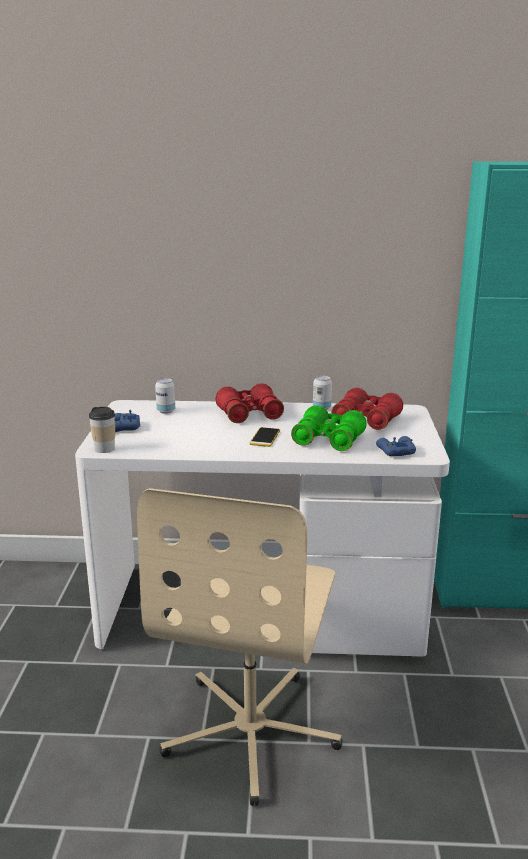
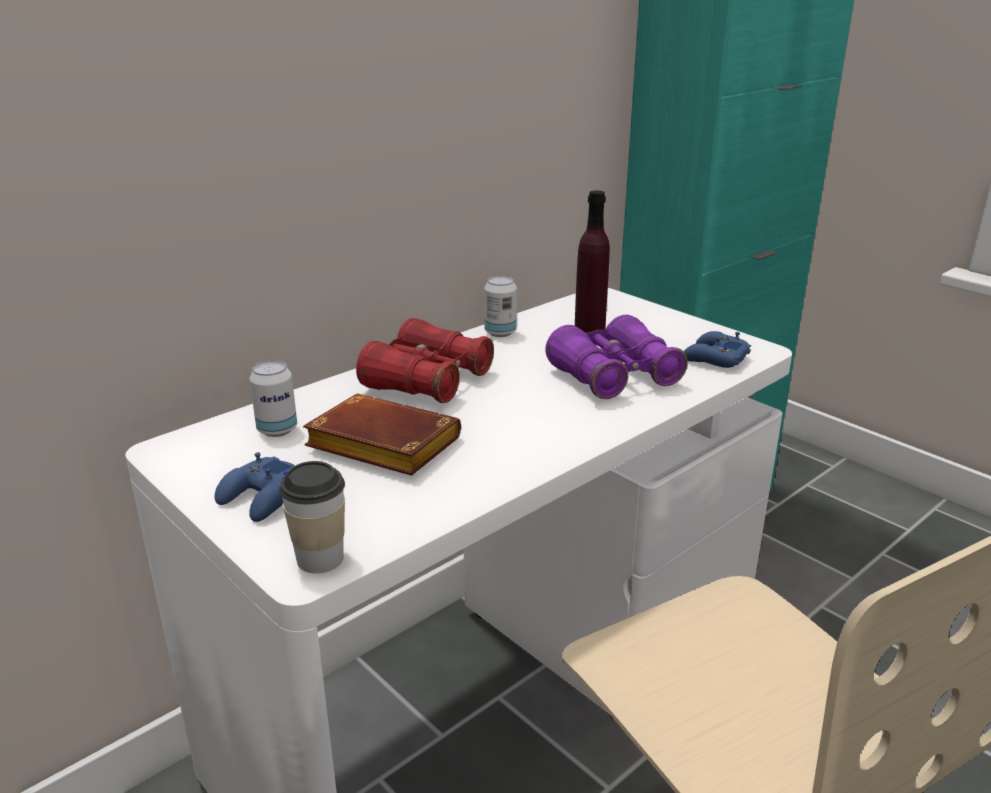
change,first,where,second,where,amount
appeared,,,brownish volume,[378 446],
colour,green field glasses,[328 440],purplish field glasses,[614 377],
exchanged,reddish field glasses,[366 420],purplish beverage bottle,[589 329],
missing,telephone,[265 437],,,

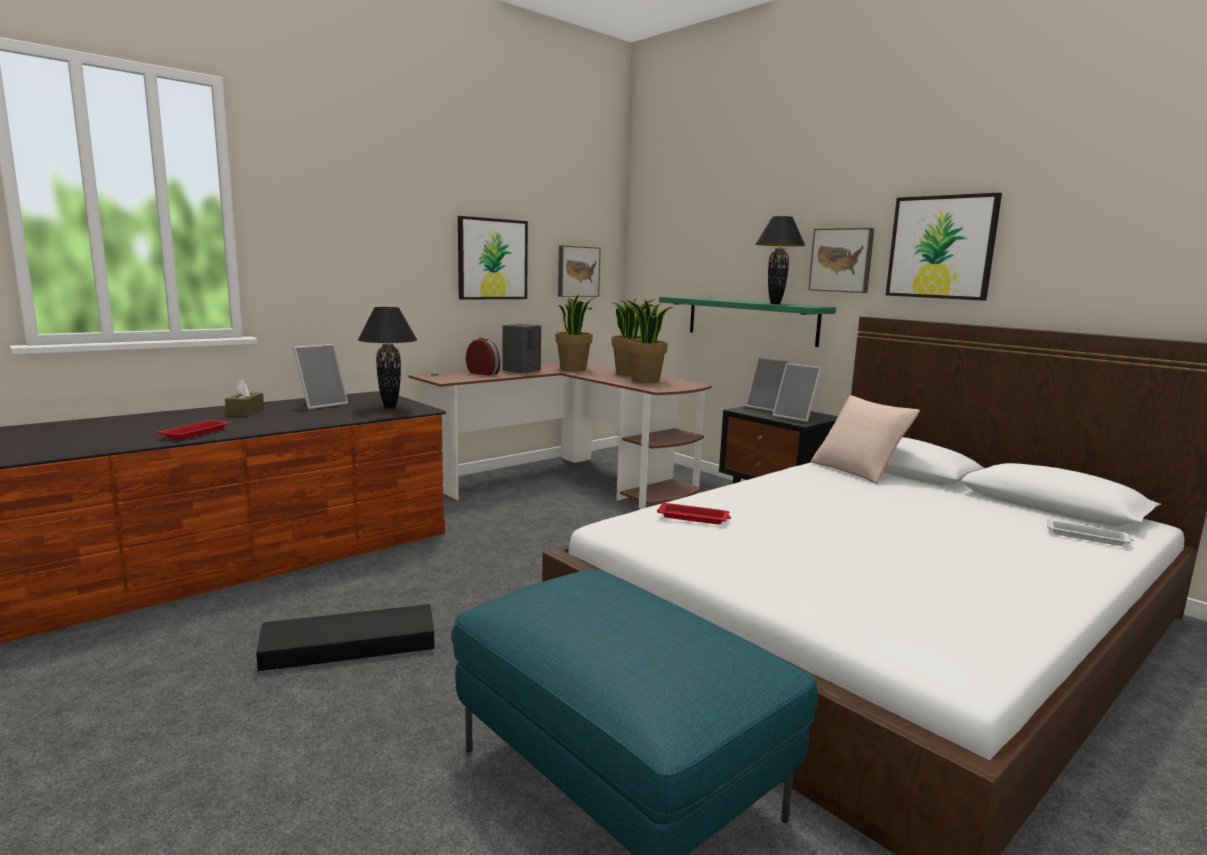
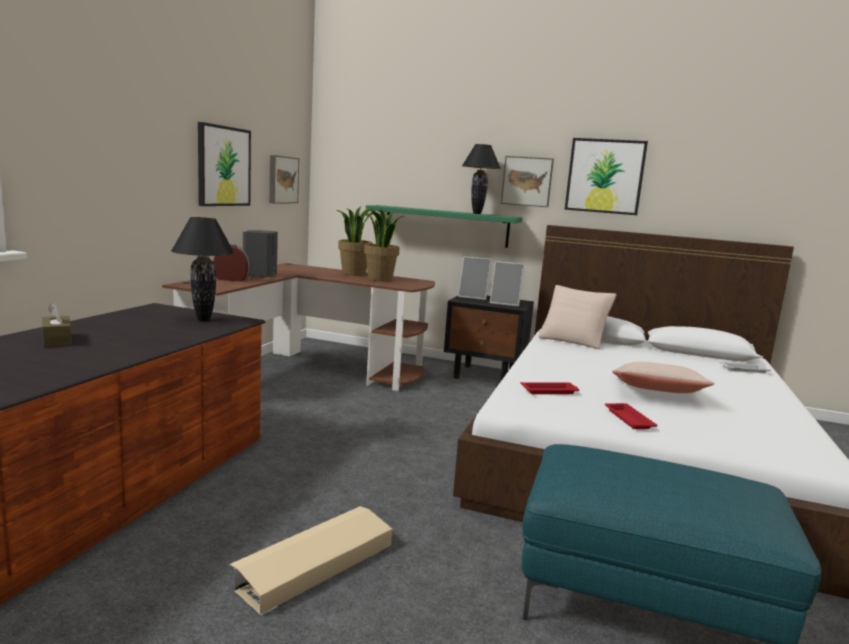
change,first,where,second,where,amount
colour,black-coloured storage container,[349 647],sand-coloured storage container,[314 565],
relocated,reddish tray,[196 433],,[628 419],
appeared,,,sand-coloured pillow,[656 393],
missing,picture frame,[321 404],,,
missing,plant in a pot,[573 369],,,

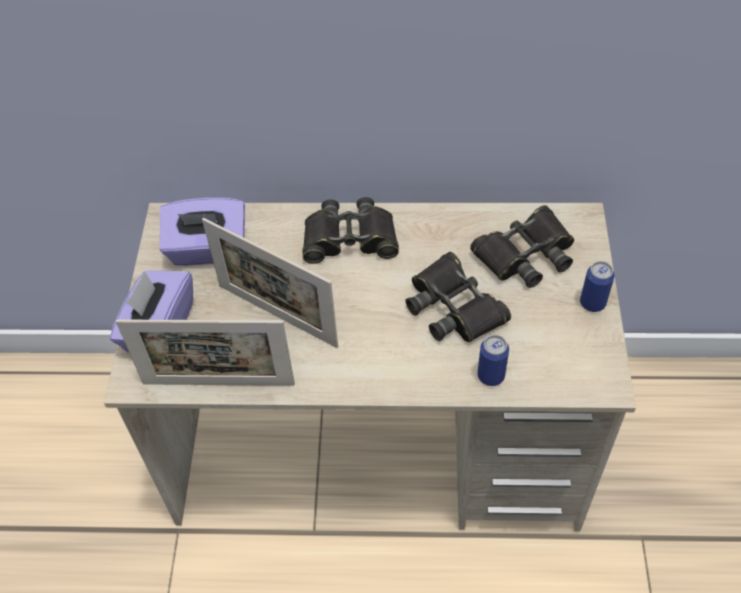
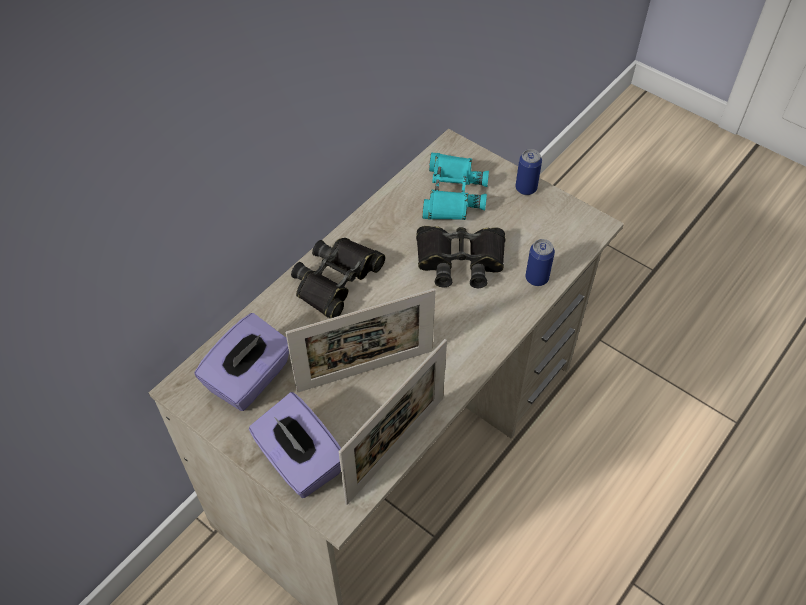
change,first,where,second,where,amount
colour,black-coloured field glasses,[525 254],blue-green field glasses,[452 194],

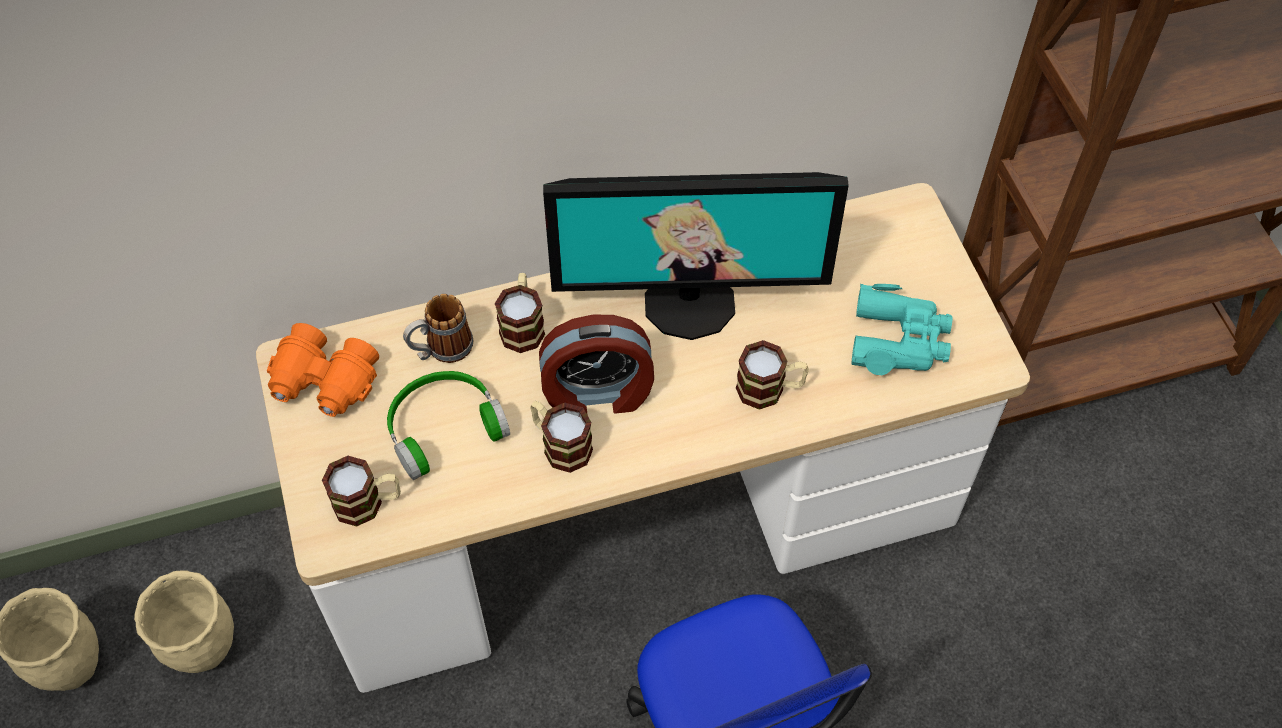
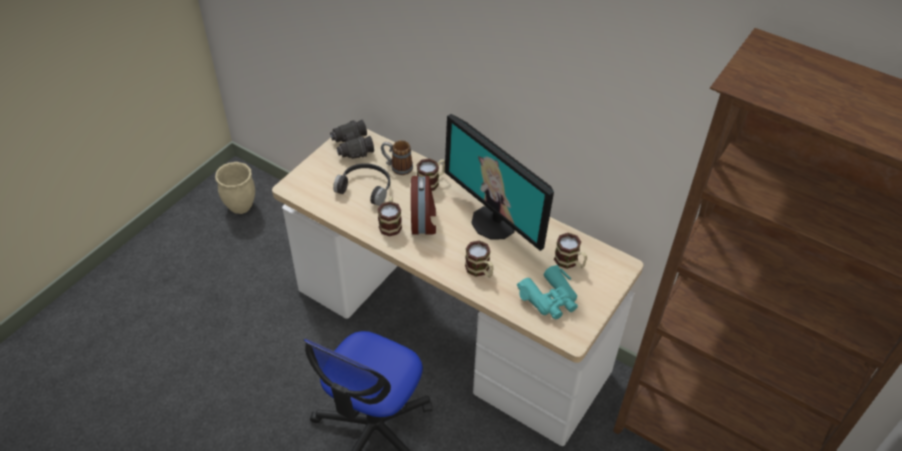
change,first,where,second,where,amount
colour,orange field glasses,[324 383],black-coloured field glasses,[352 147],
colour,green pair of headphones,[443 426],black-coloured pair of headphones,[366 187],
spun,table clock,[598 393],,[423 220],135 degrees counterclockwise
relocated,tea mug,[368 502],,[570 262],
missing,sand-coloured plant pot,[203 649],,,

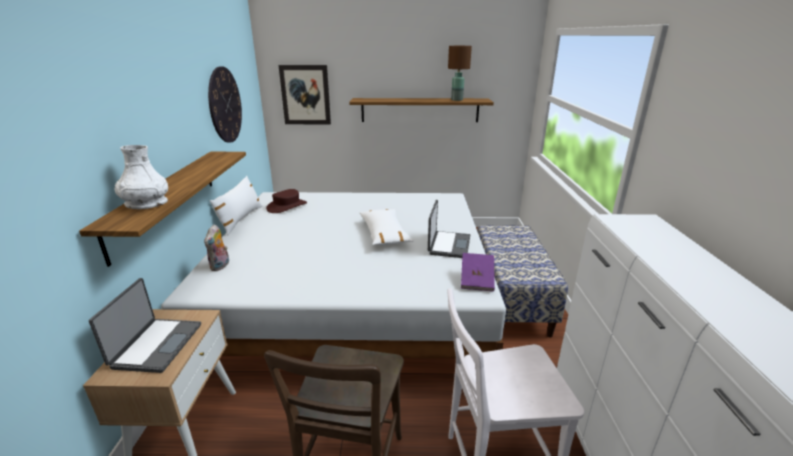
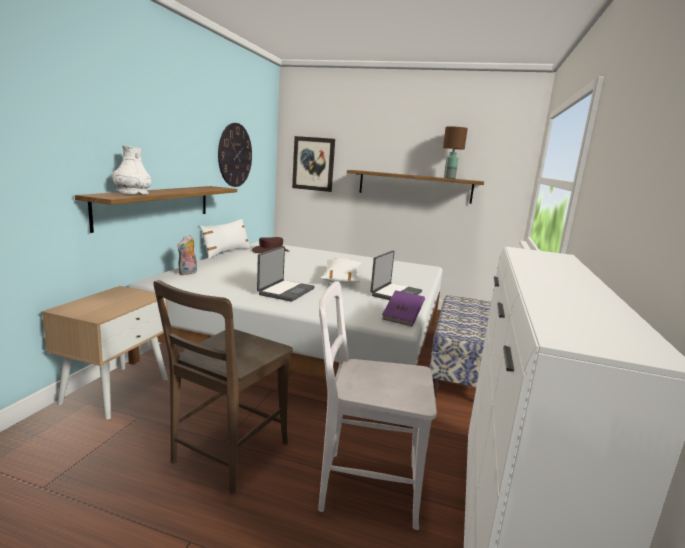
change,first,where,second,where,amount
relocated,notebook computer,[156 345],,[285 291],

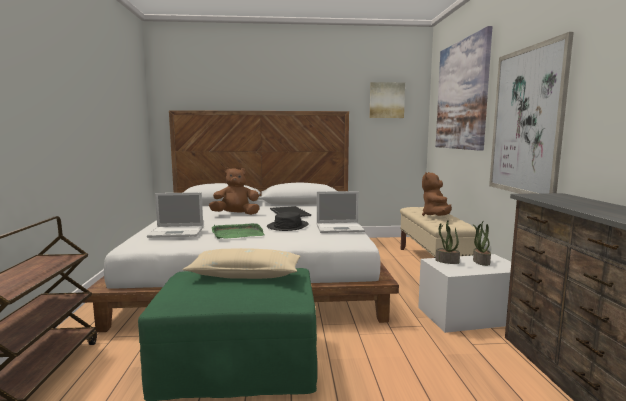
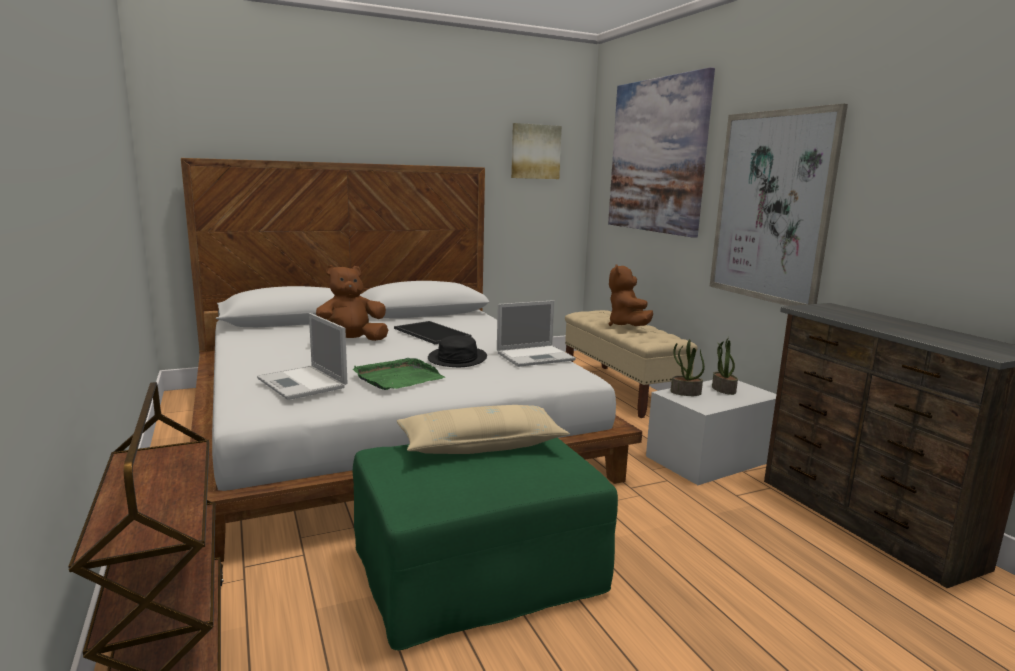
change,first,where,second,where,amount
spun,notebook computer,[177 232],,[303 383],75 degrees clockwise

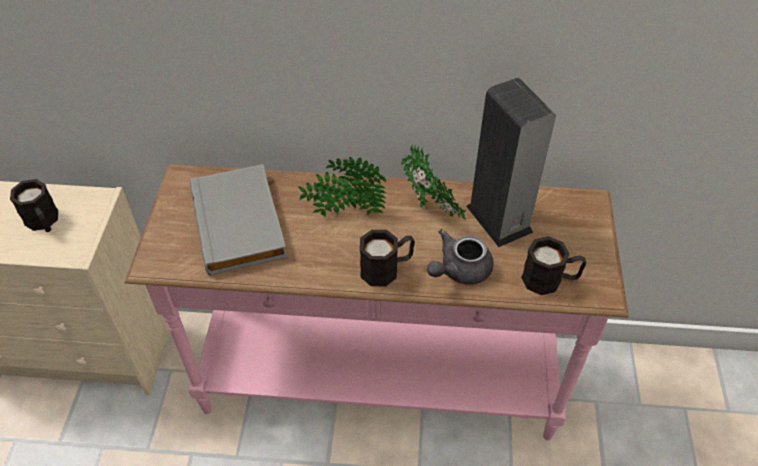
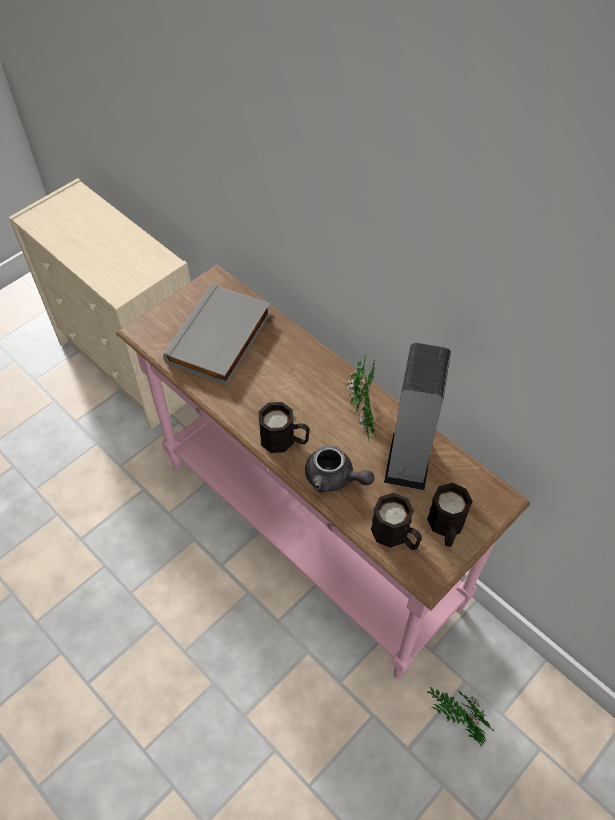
change,first,where,second,where,amount
spun,gray tea pot,[459 270],,[334 478],150 degrees counterclockwise
relocated,black-coloured tea mug,[44 222],,[446 527],
relocated,plant in a pot,[345 212],,[456 719],

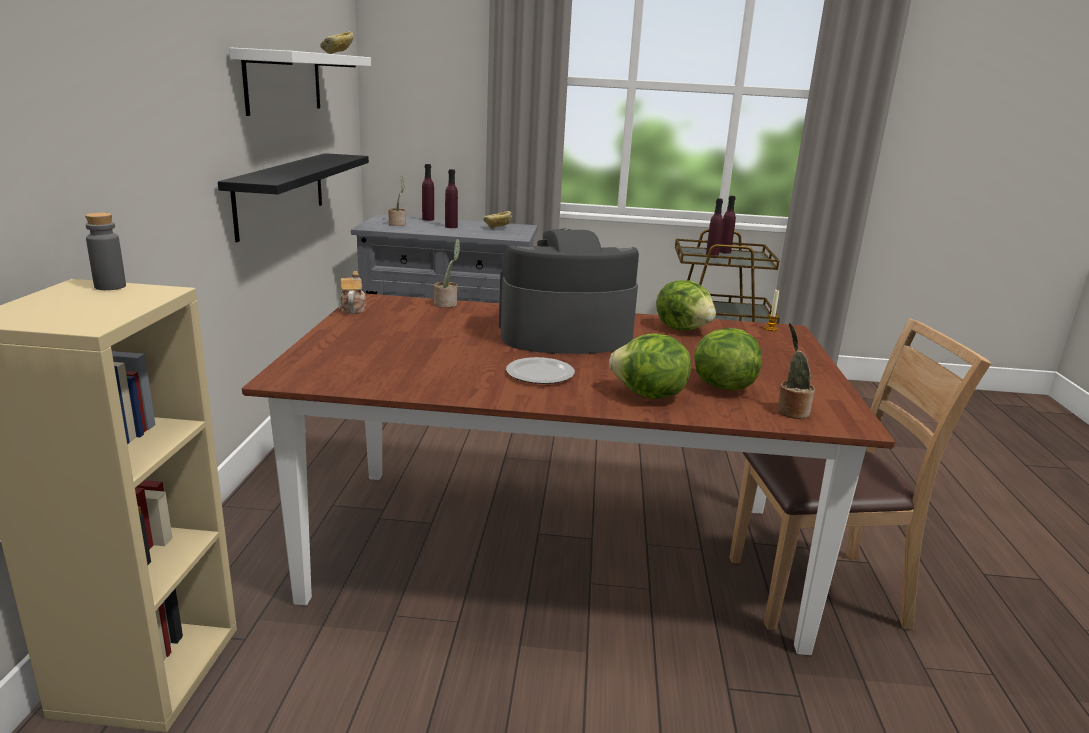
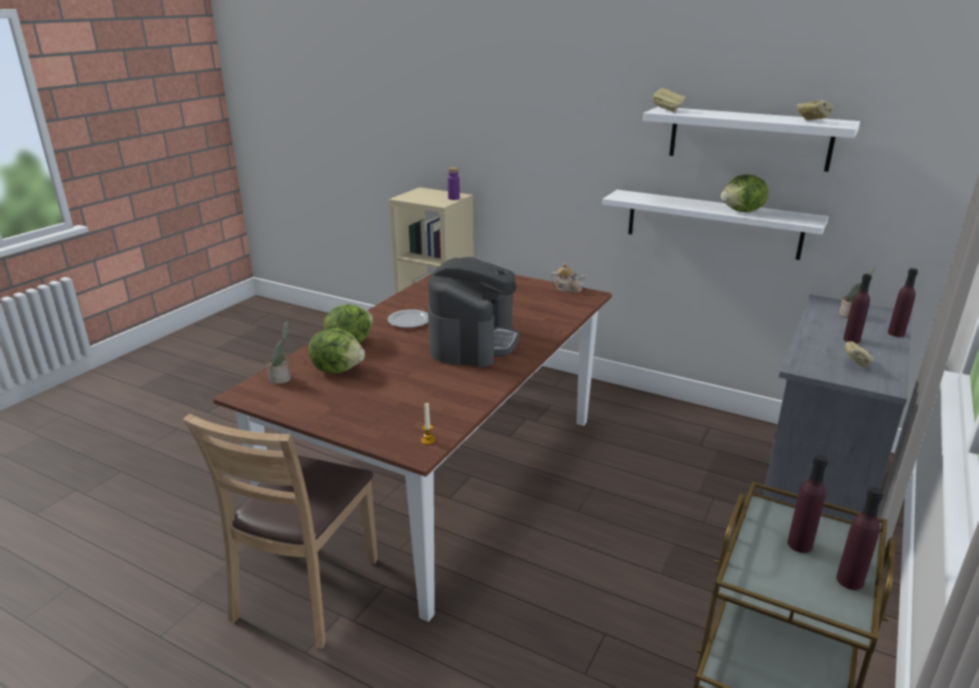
change,first,where,second,where,amount
colour,gray beverage bottle,[110 286],purplish beverage bottle,[453 198],
colour,black-coloured shelf,[281 193],white shelf,[713 224],
appeared,,,baked bread,[668 111],
relocated,lettuce head,[683 329],,[742 212],
missing,plant in a pot,[447 304],,,

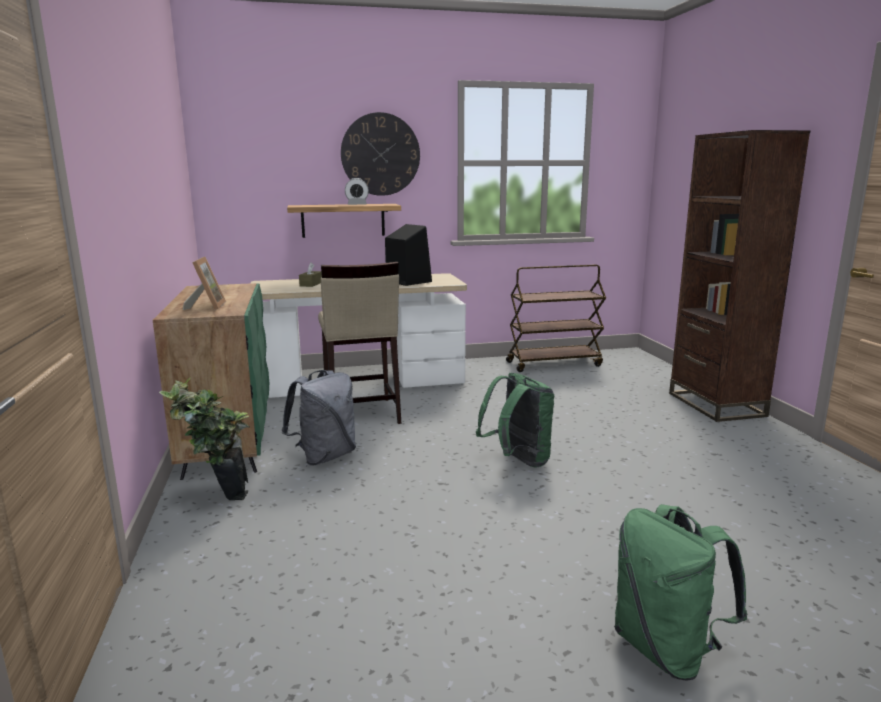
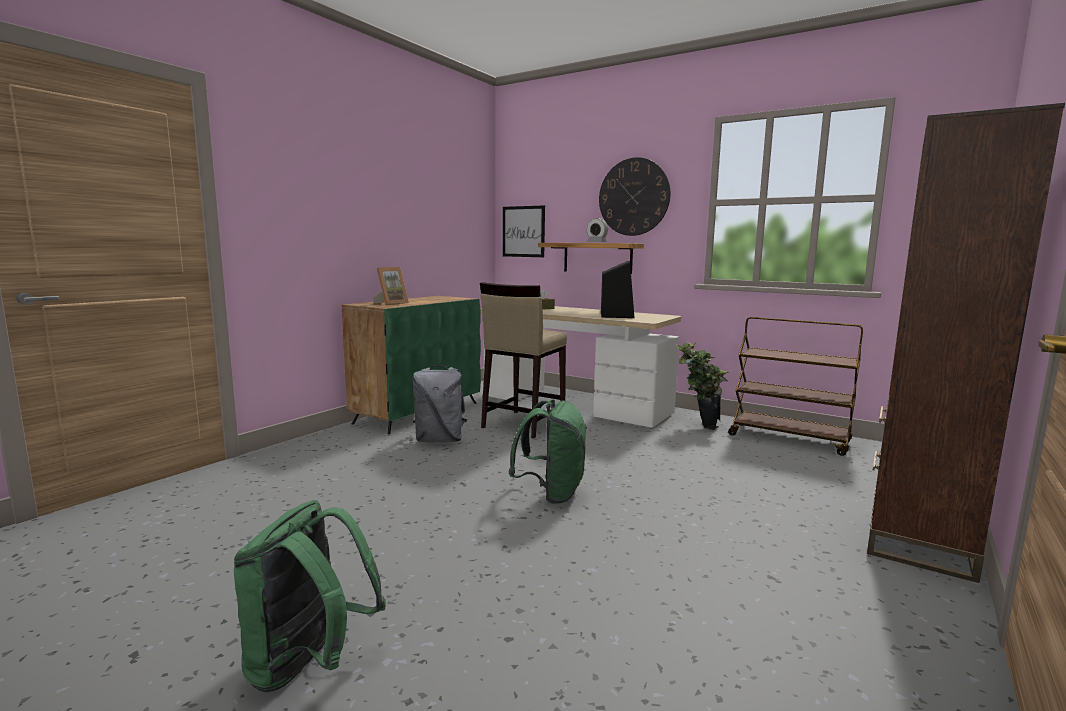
change,first,where,second,where,amount
appeared,,,wall picture,[523 231],
relocated,plant in a pot,[217 498],,[697 425],

